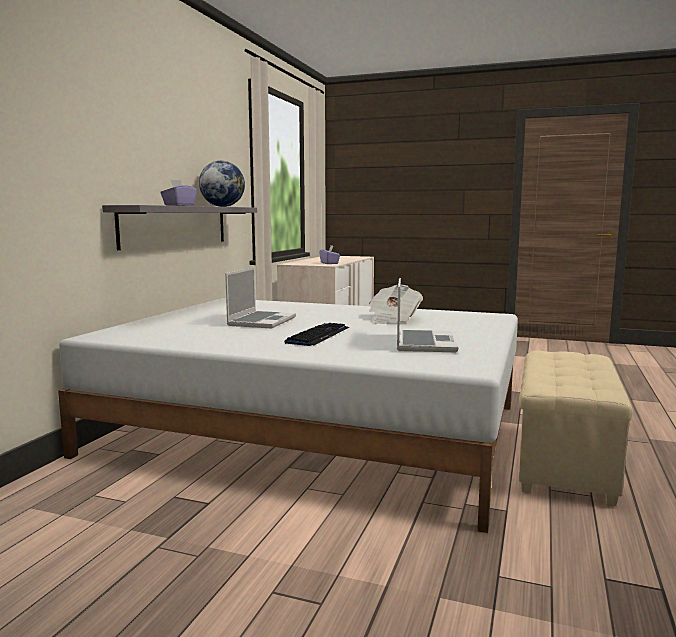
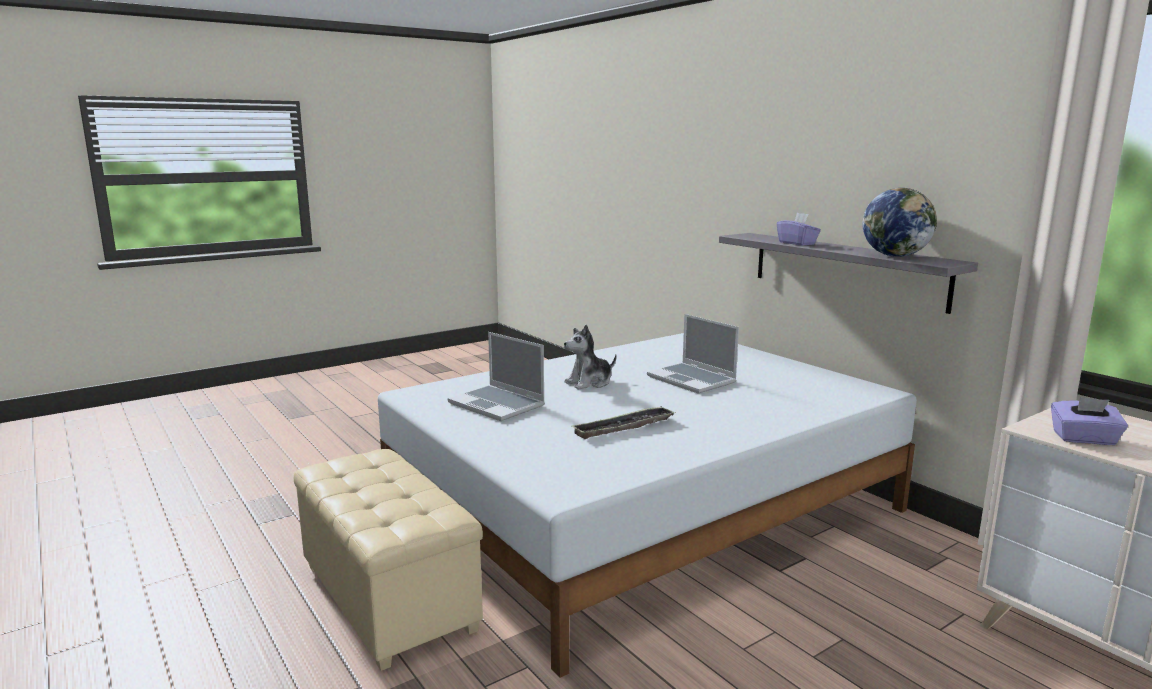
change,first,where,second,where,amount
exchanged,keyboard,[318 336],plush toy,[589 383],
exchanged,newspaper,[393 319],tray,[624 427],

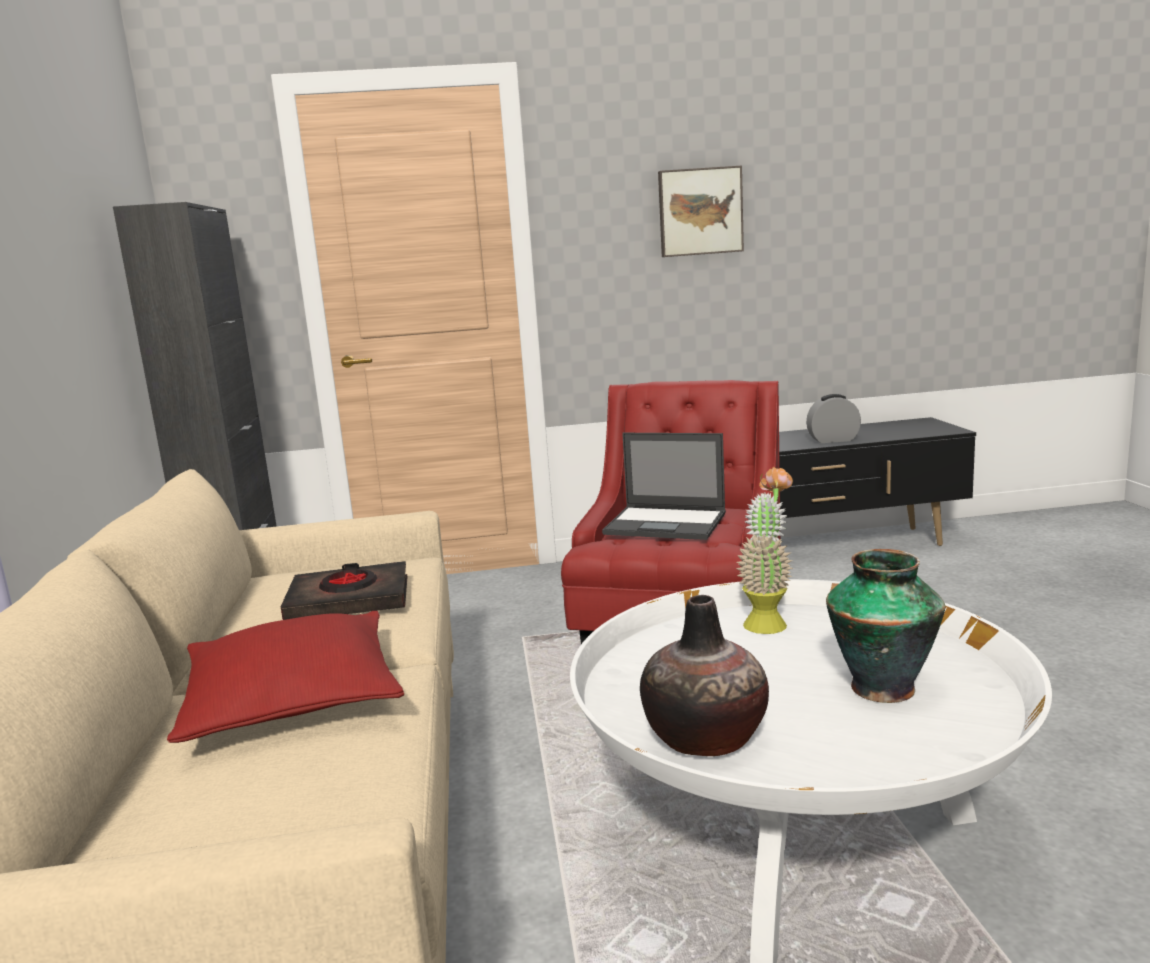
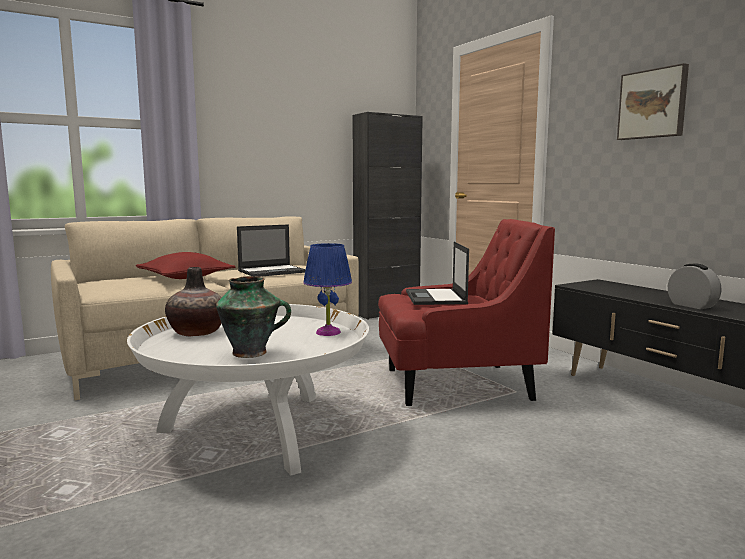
change,first,where,second,where,amount
exchanged,black-coloured volume,[349 600],notebook computer,[273 271],
exchanged,plant in a pot,[768 621],bluish lamp for a table,[328 332],

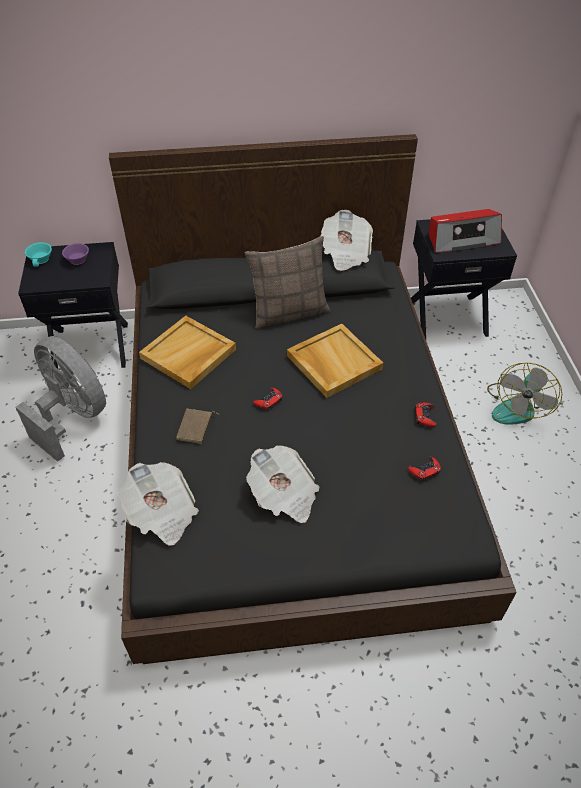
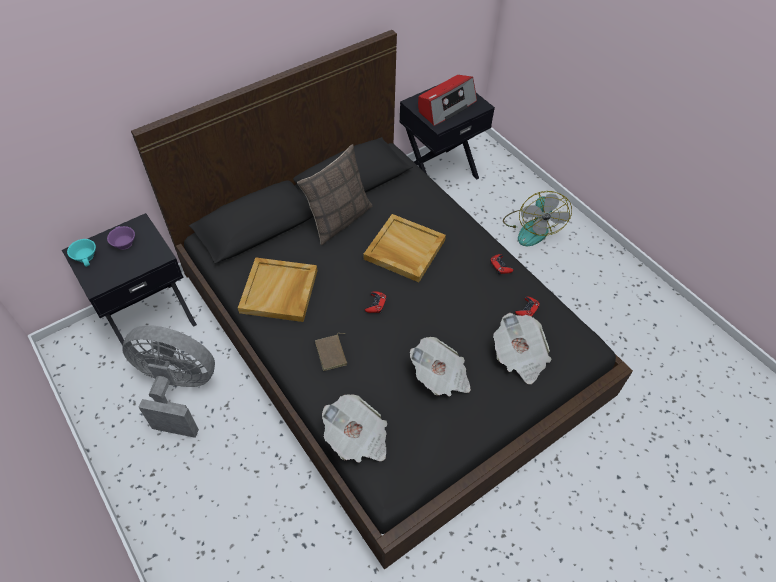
change,first,where,second,where,amount
relocated,newspaper,[345 253],,[519 357],

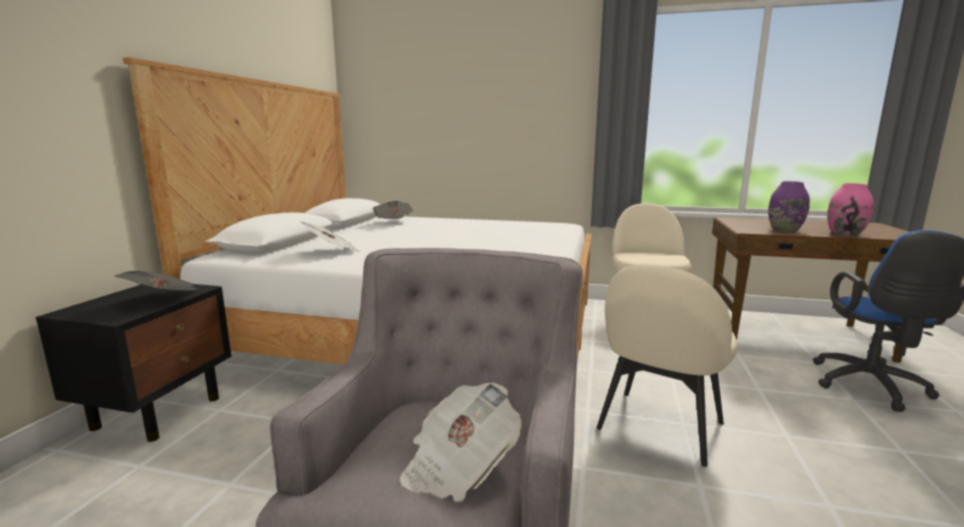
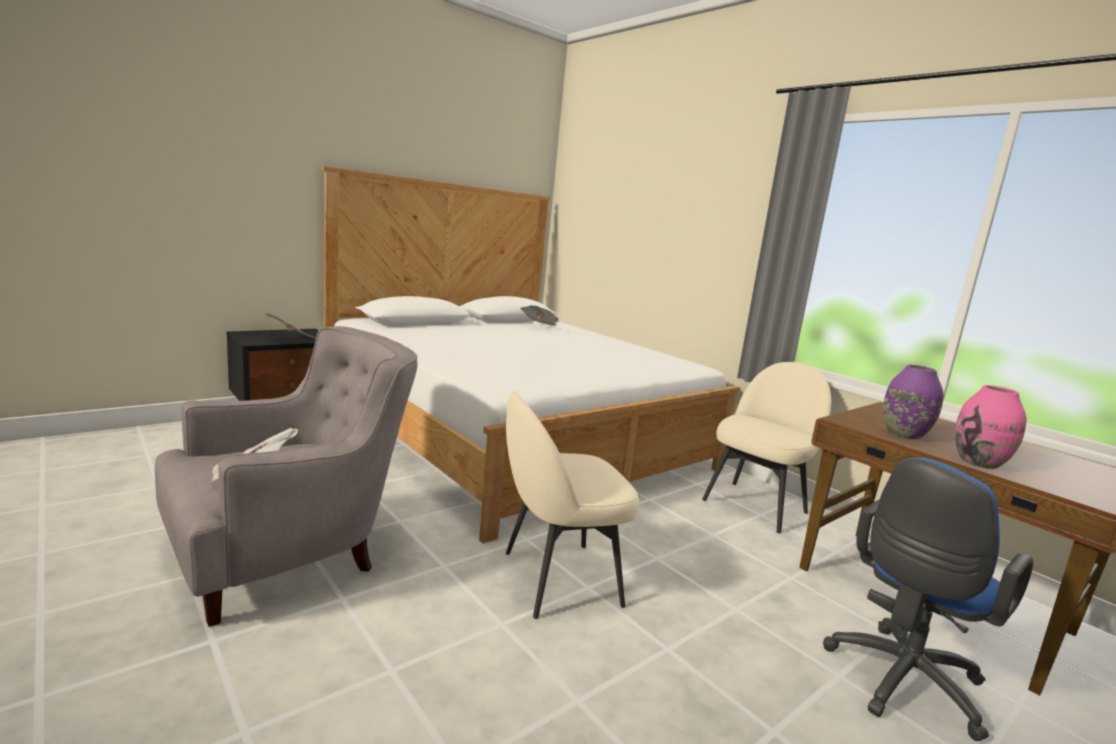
change,first,where,second,where,amount
missing,newspaper,[332 251],,,

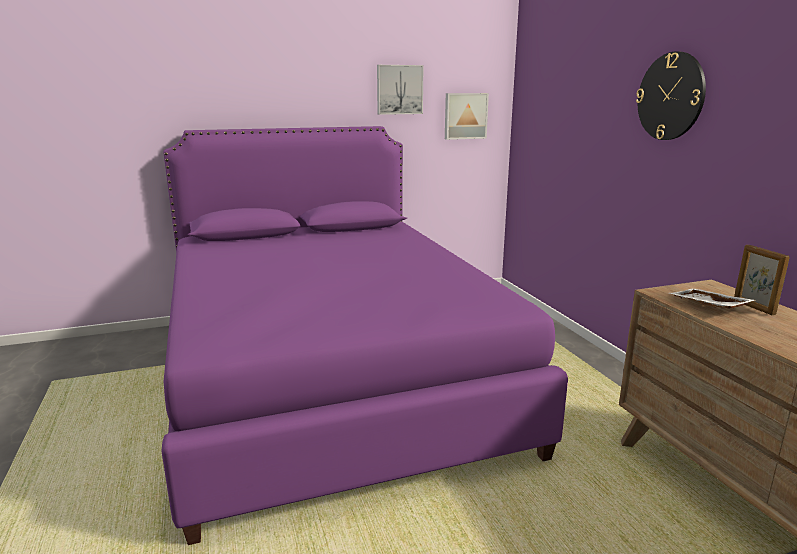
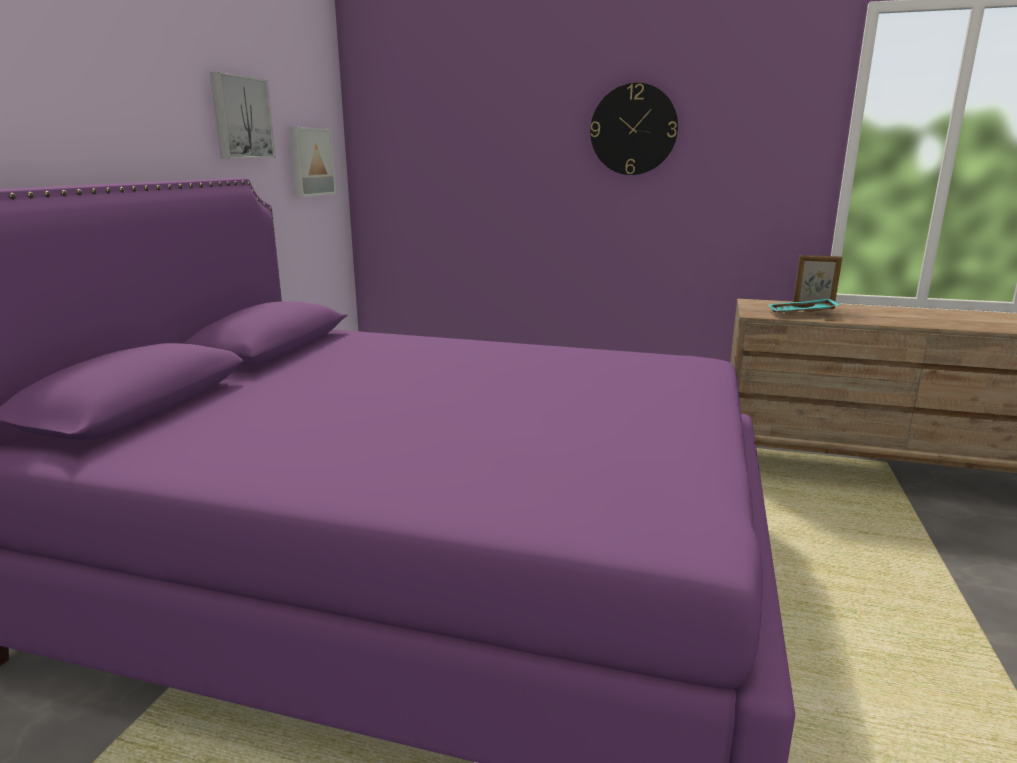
change,first,where,second,where,amount
colour,white tray,[707 306],blue-green tray,[802 314],

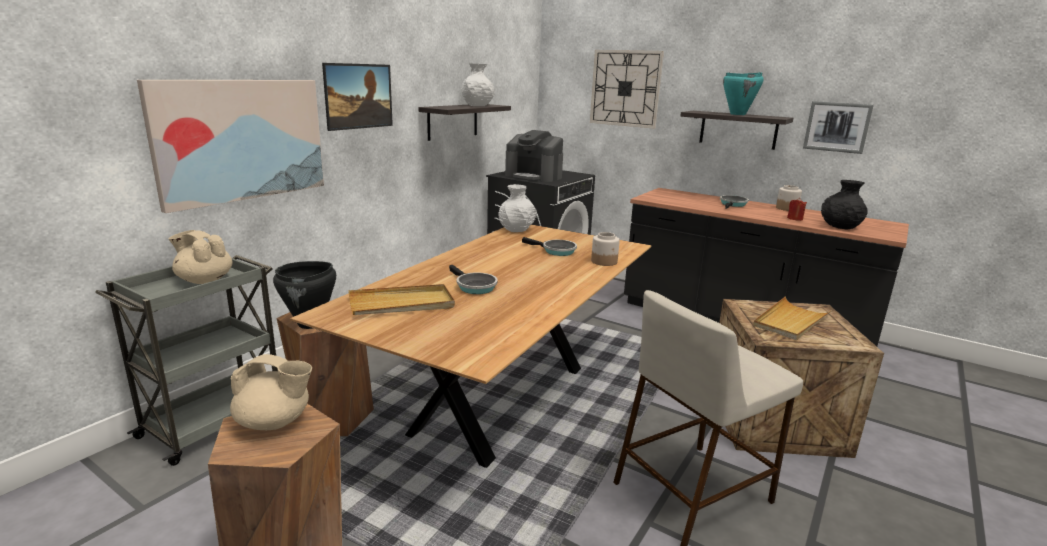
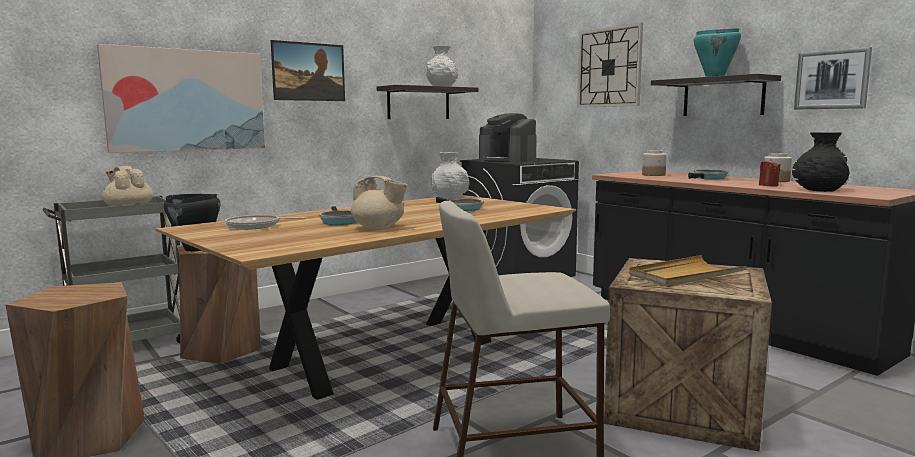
change,first,where,second,where,amount
exchanged,sand-coloured tray,[402 304],skillet,[256 226],
relocated,sand-coloured tea pot,[274 422],,[379 228],
relocated,preserve jar,[604 262],,[654 175],

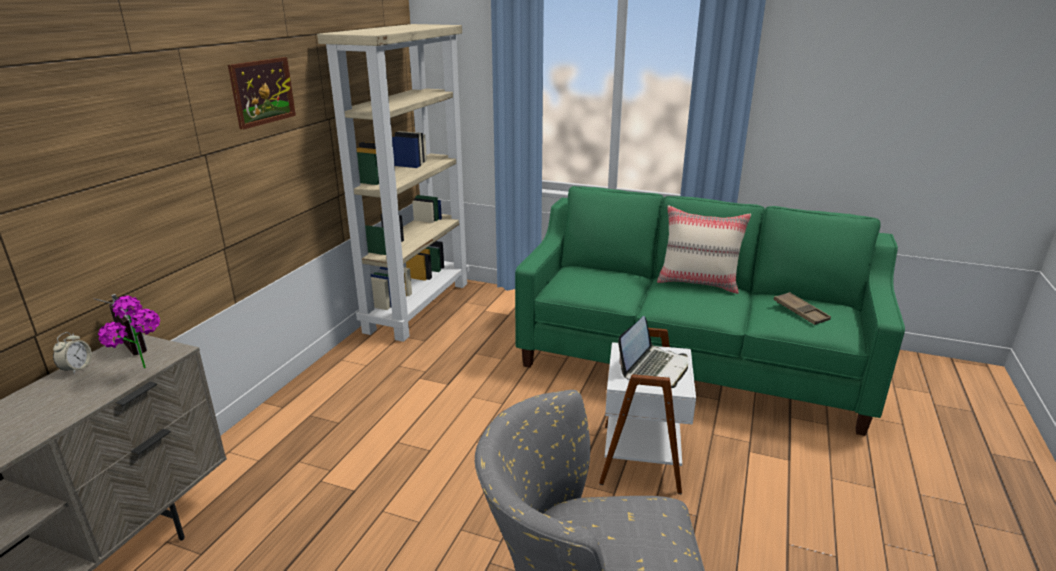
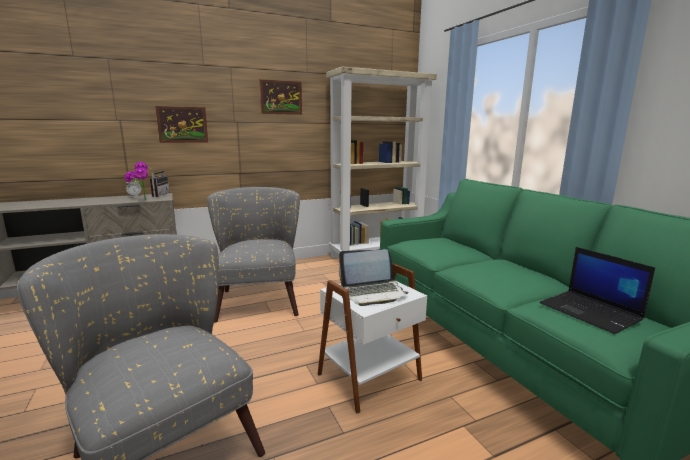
change,first,where,second,where,amount
appeared,,,wall picture,[182 124],
appeared,,,gray armchair,[259 298],
exchanged,brownish tray,[800 312],notebook computer,[591 312],
missing,sand-coloured pillow,[698 283],,,

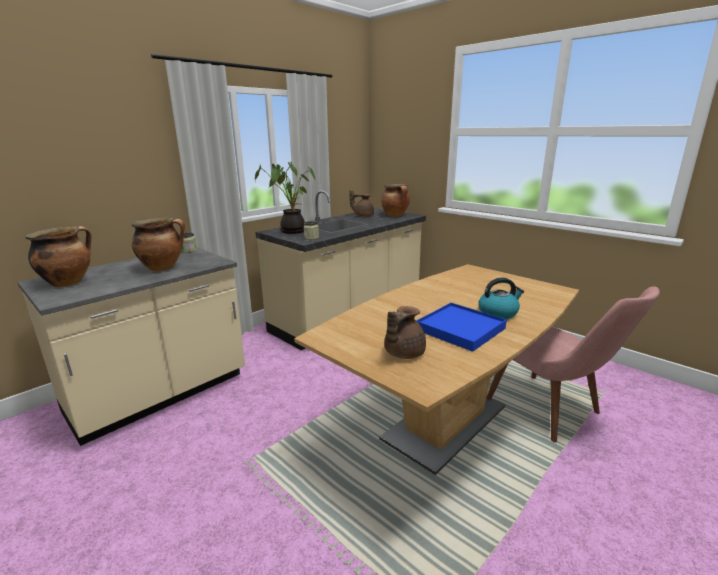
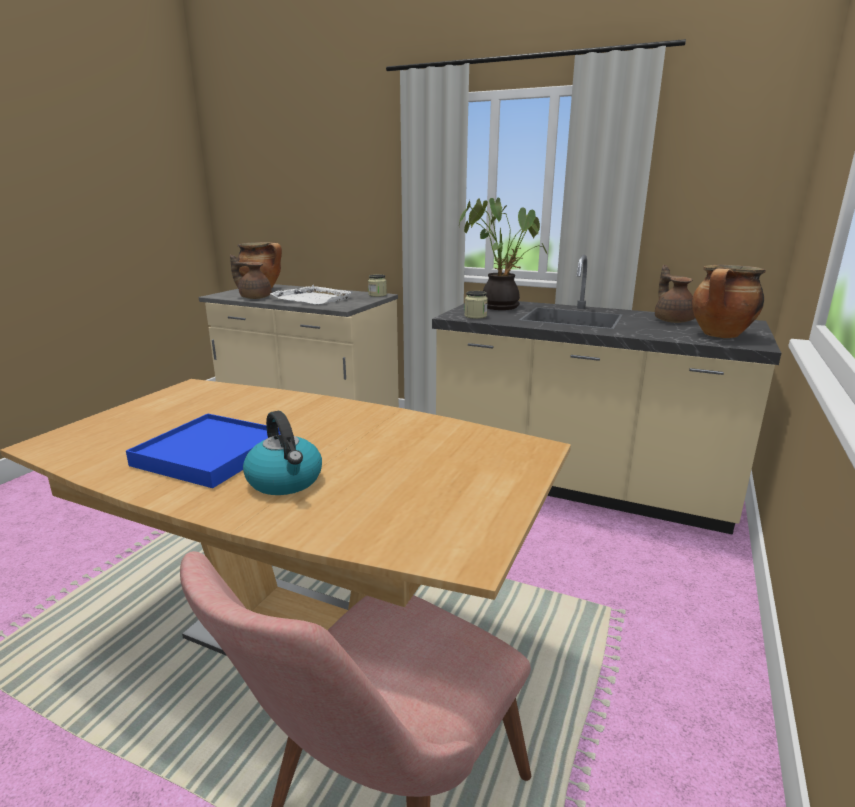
change,first,where,second,where,amount
relocated,brownish tea pot,[402 353],,[254 297],
exchanged,saucepot,[163 267],white tray,[313 298],

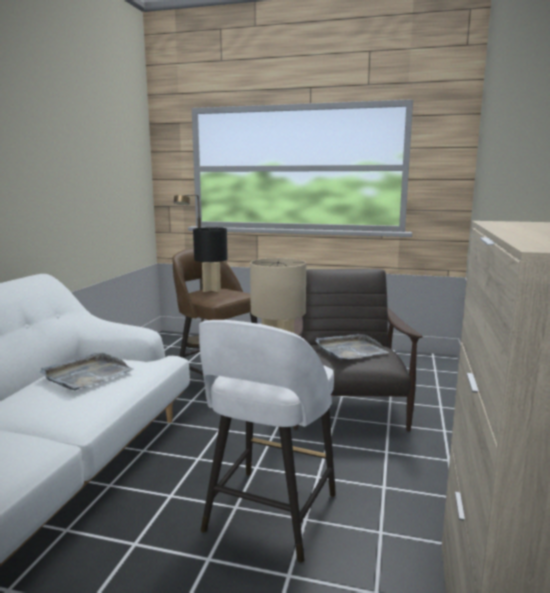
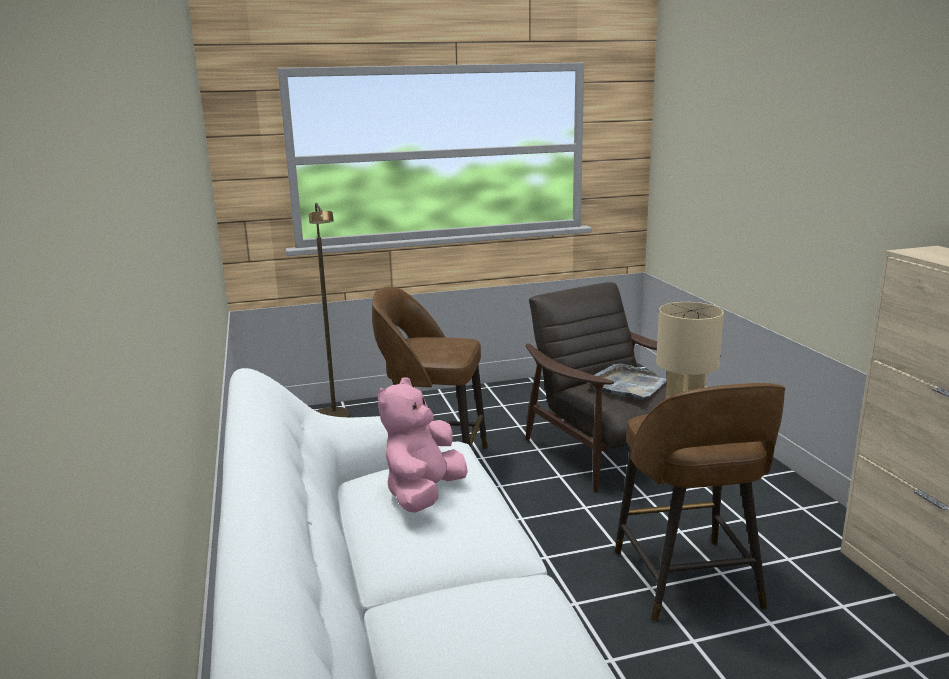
change,first,where,second,where,amount
exchanged,gray tray,[87 375],pink plush toy,[424 494],
colour,white sitting stool,[269 515],brownish sitting stool,[688 582],
missing,black-coloured lamp for a table,[211 290],,,

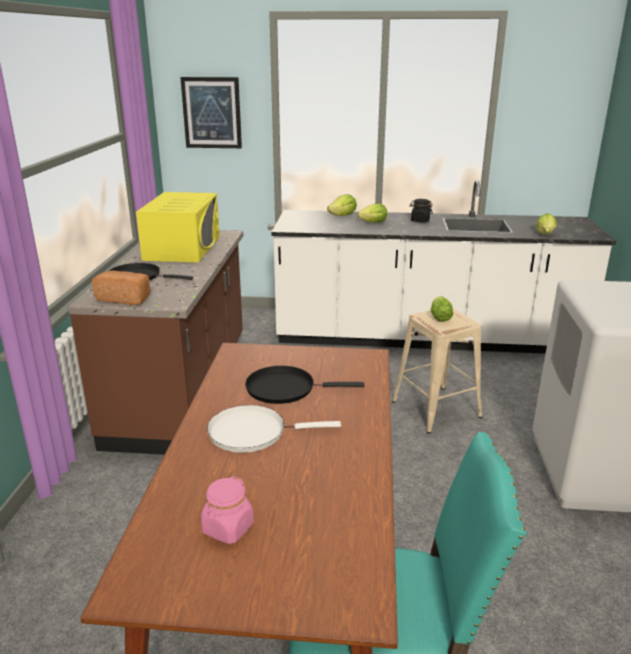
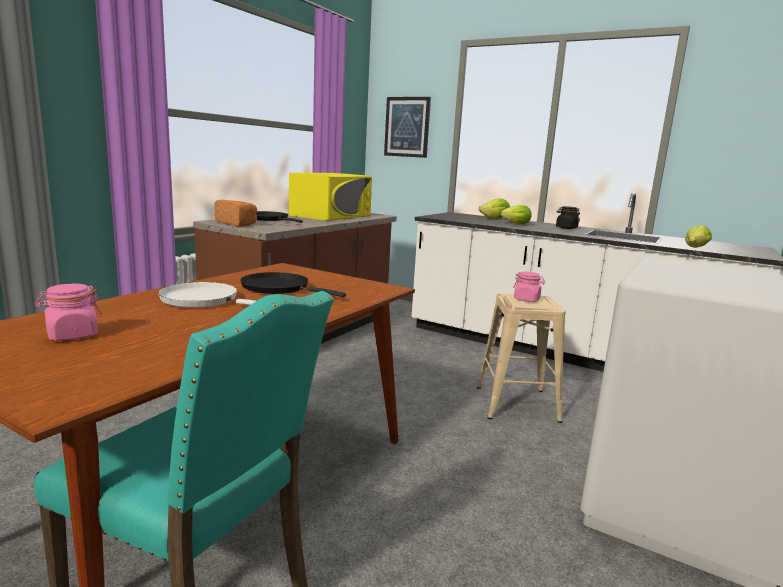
change,first,where,second,where,amount
exchanged,lettuce head,[439 317],pink preserve jar,[527 299],

